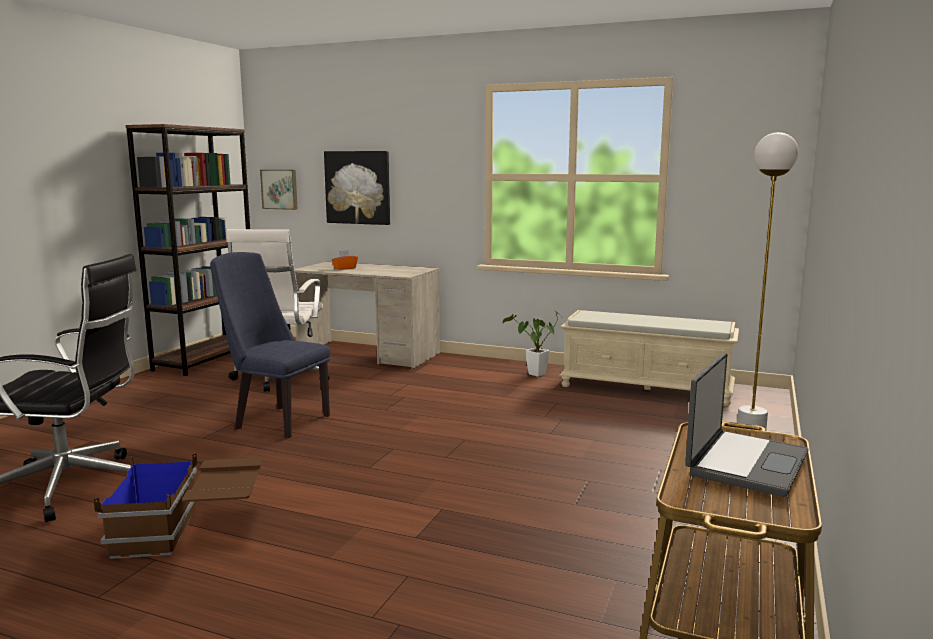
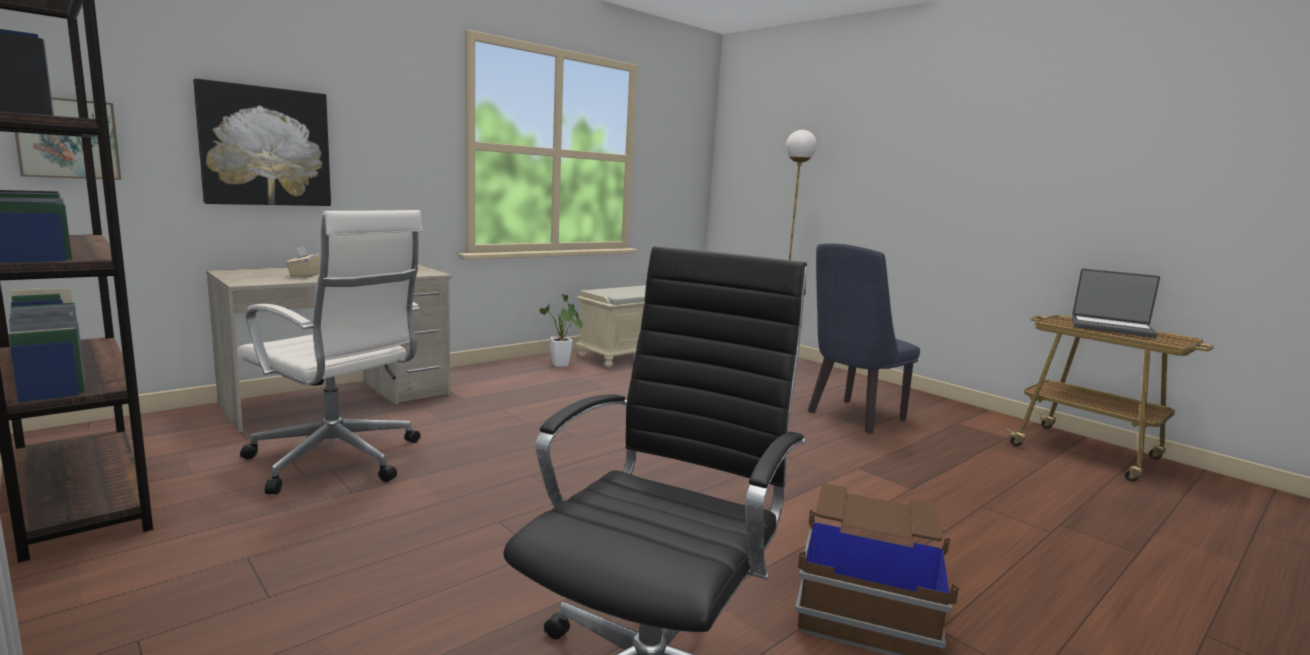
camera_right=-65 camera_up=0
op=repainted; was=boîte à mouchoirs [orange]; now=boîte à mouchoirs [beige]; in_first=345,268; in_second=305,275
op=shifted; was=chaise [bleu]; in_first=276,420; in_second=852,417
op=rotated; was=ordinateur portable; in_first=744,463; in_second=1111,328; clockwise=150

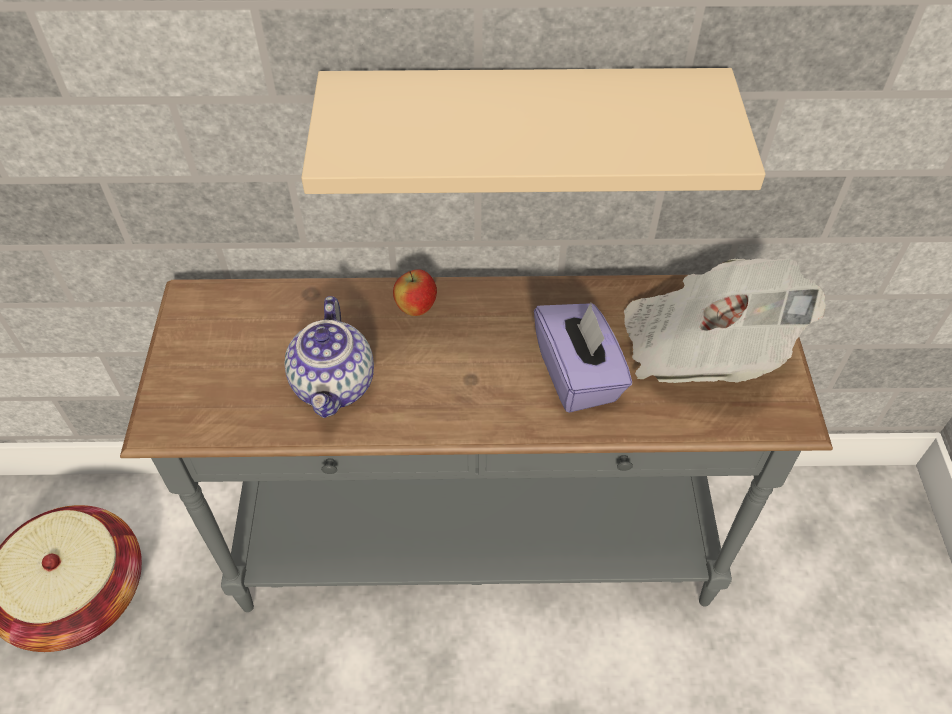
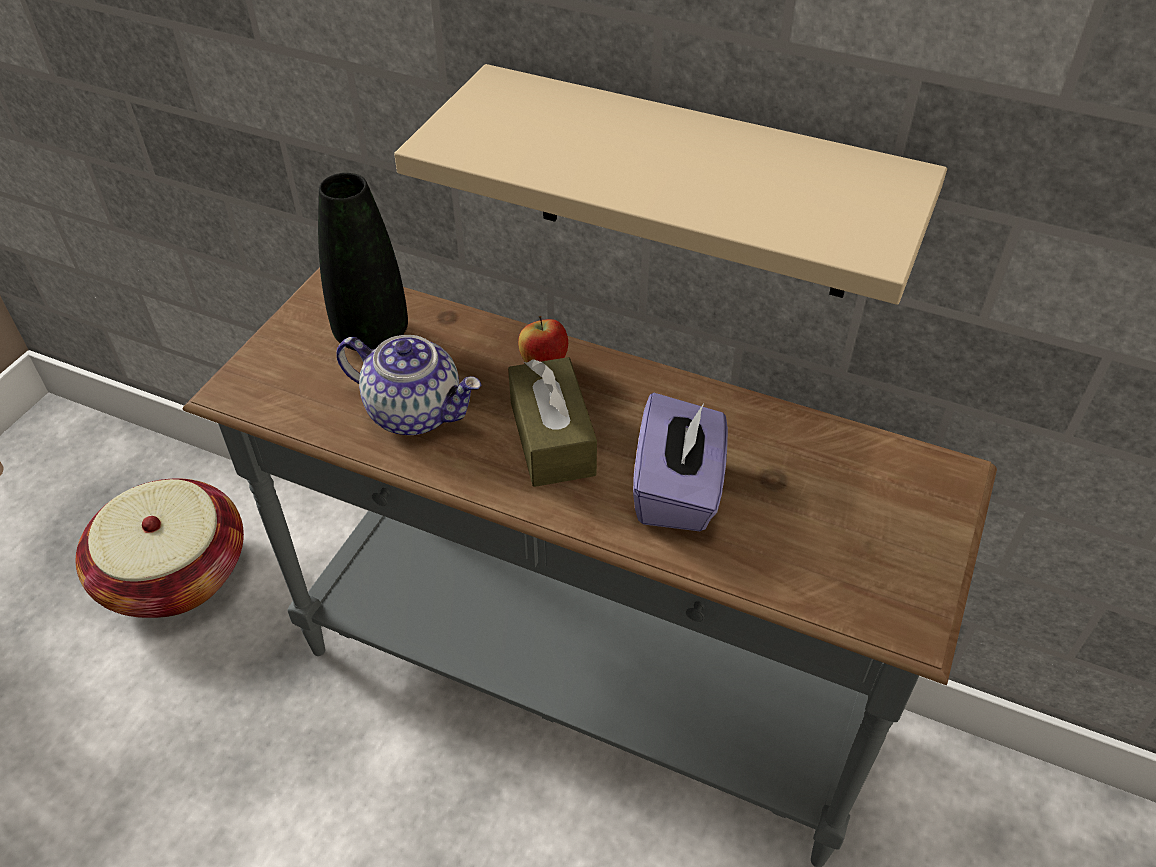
camera_right=25 camera_up=-5
op=new; now=vase [noir]; in_second=372,335
op=rotated; was=théière; in_first=335,385; in_second=416,411; clockwise=-90
op=new; now=boîte à mouchoirs [marron]; in_second=552,438
op=gone; was=journal; in_first=703,348

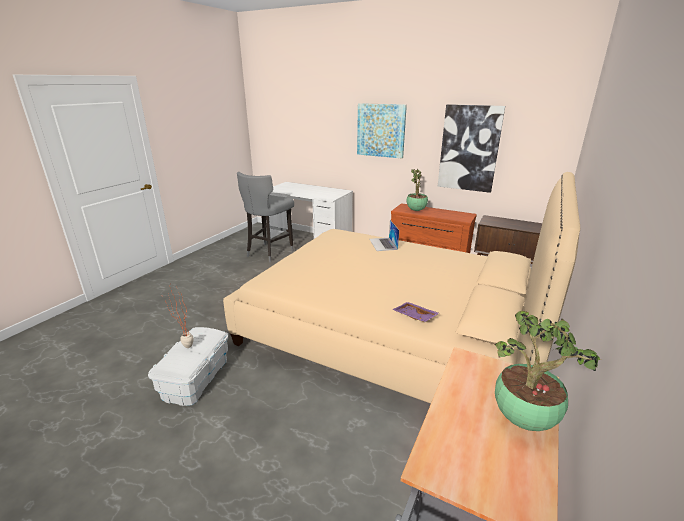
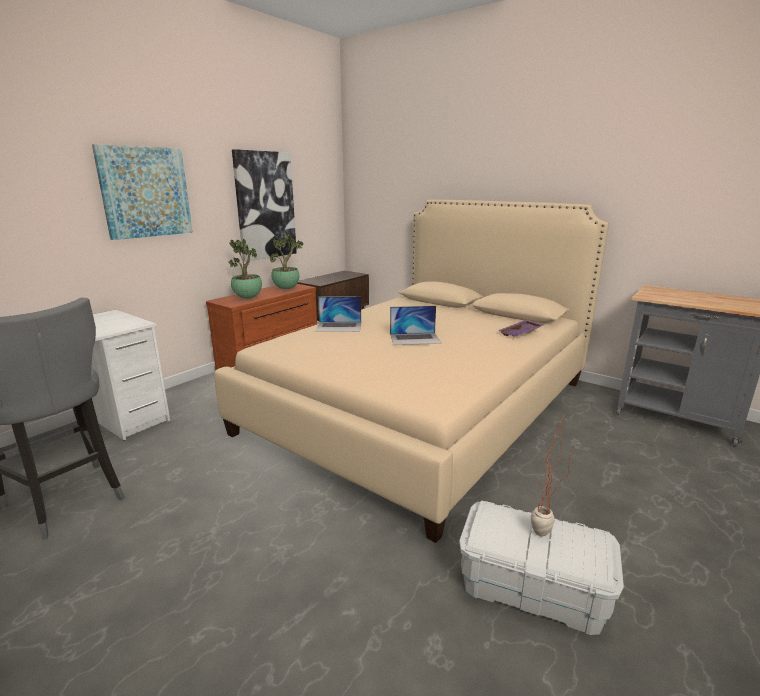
camera_right=-80 camera_up=-5
op=shifted; was=plante en pot; in_first=525,420; in_second=287,288
op=new; now=ordinateur portable; in_second=415,339

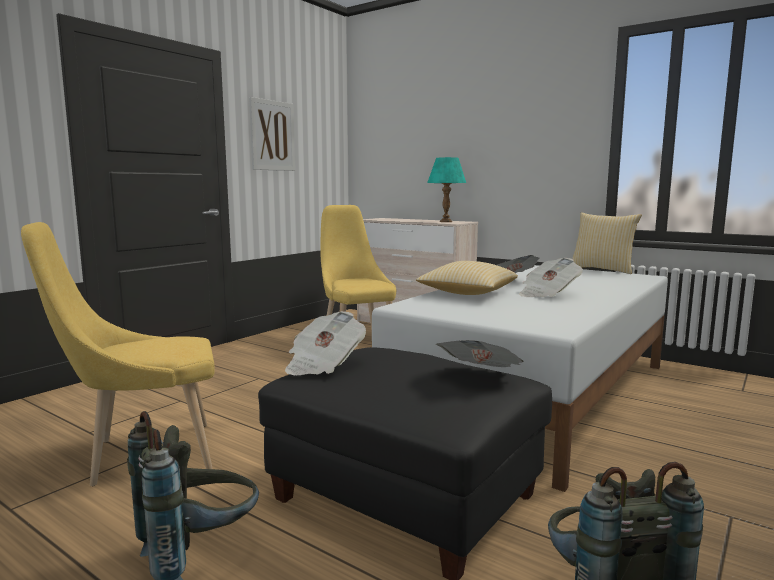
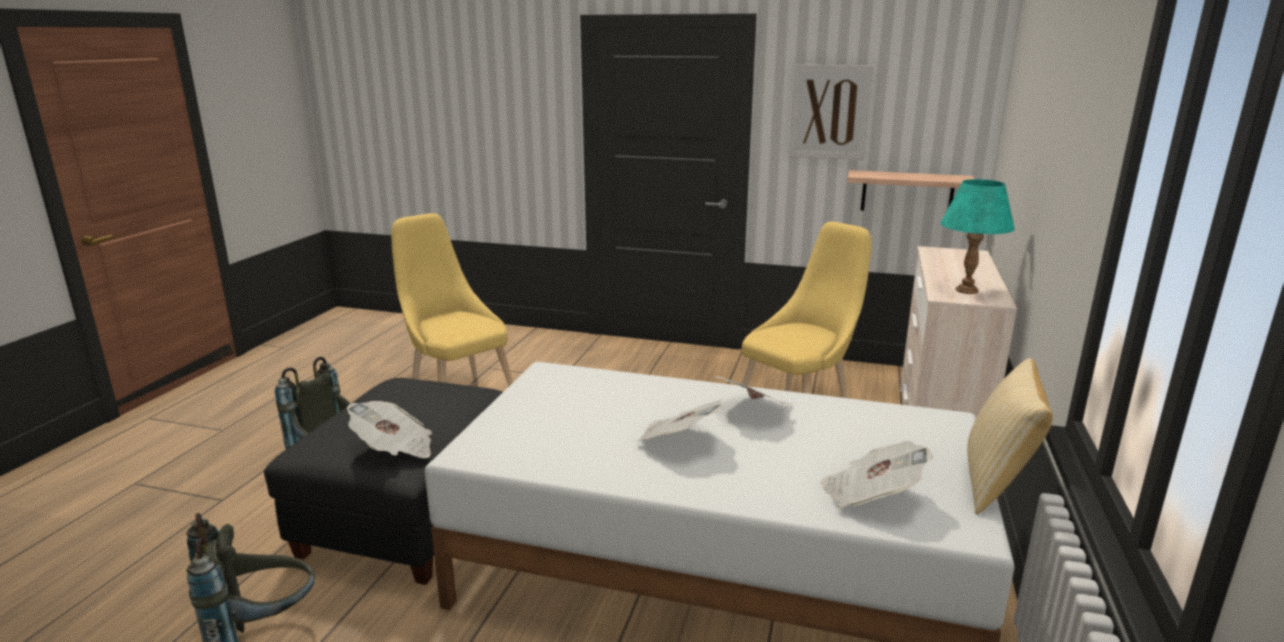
camera_right=70 camera_up=10
op=shifted; was=journal; in_first=323,365; in_second=870,496
op=new; now=étagère; in_second=907,193
op=gone; was=coussin; in_first=467,294

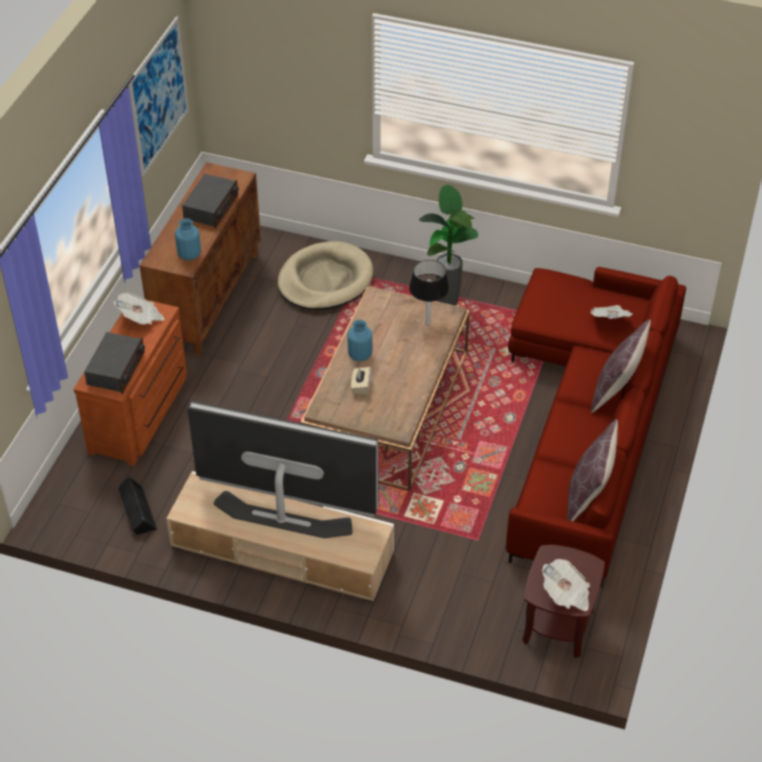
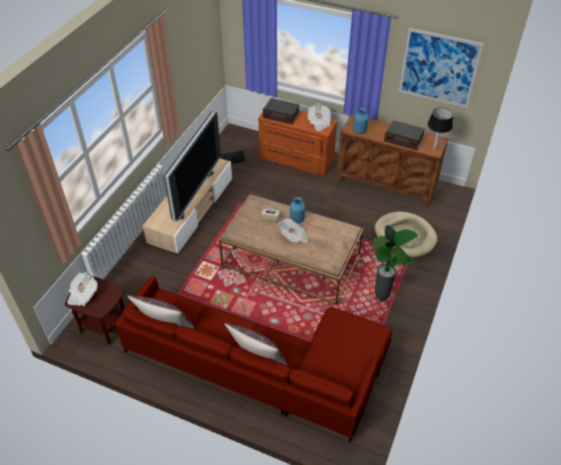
camera_right=95 camera_up=0
op=shifted; was=journal; in_first=610,320; in_second=293,237
op=shifted; was=lampe de table [noir]; in_first=427,322; in_second=434,148

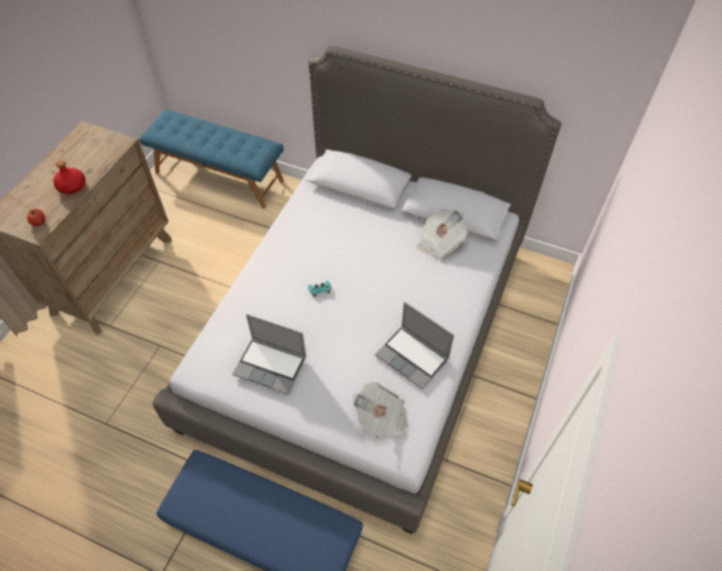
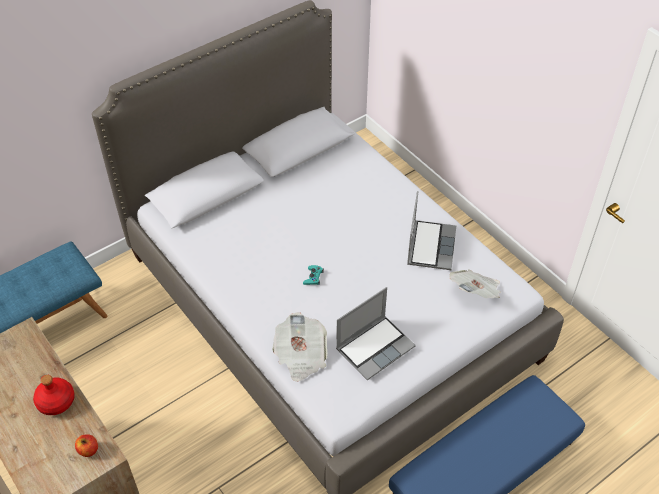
camera_right=-60 camera_up=-5
op=shifted; was=journal; in_first=439,242; in_second=300,356
op=rotated; was=ordinateur portable; in_first=413,357; in_second=430,245; clockwise=-60

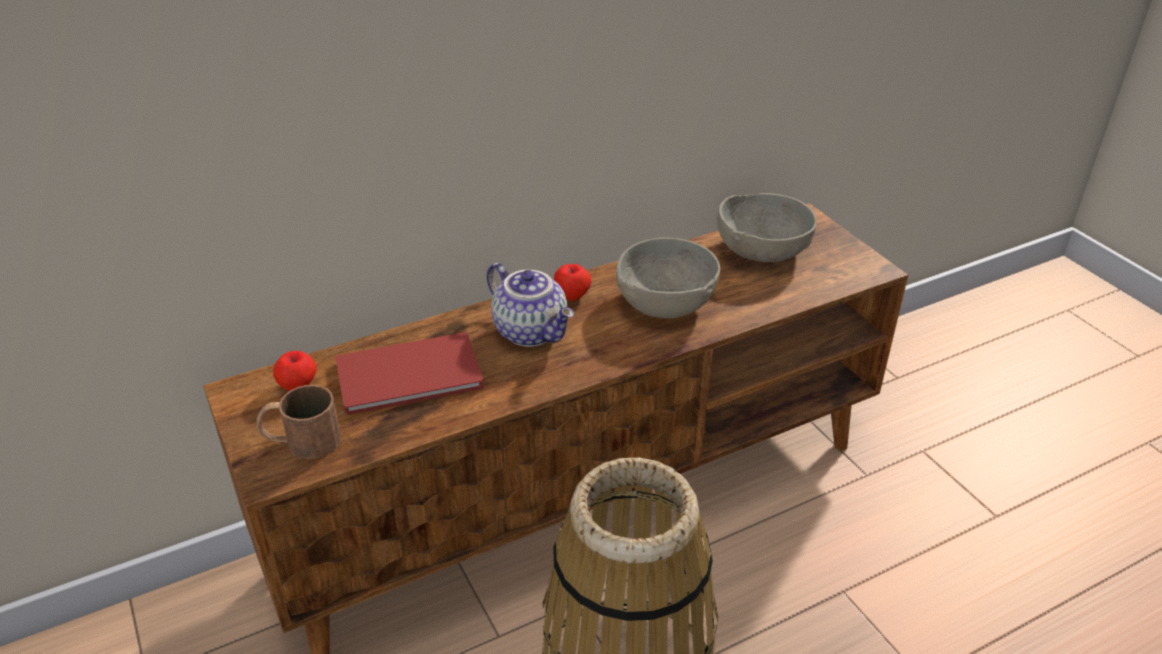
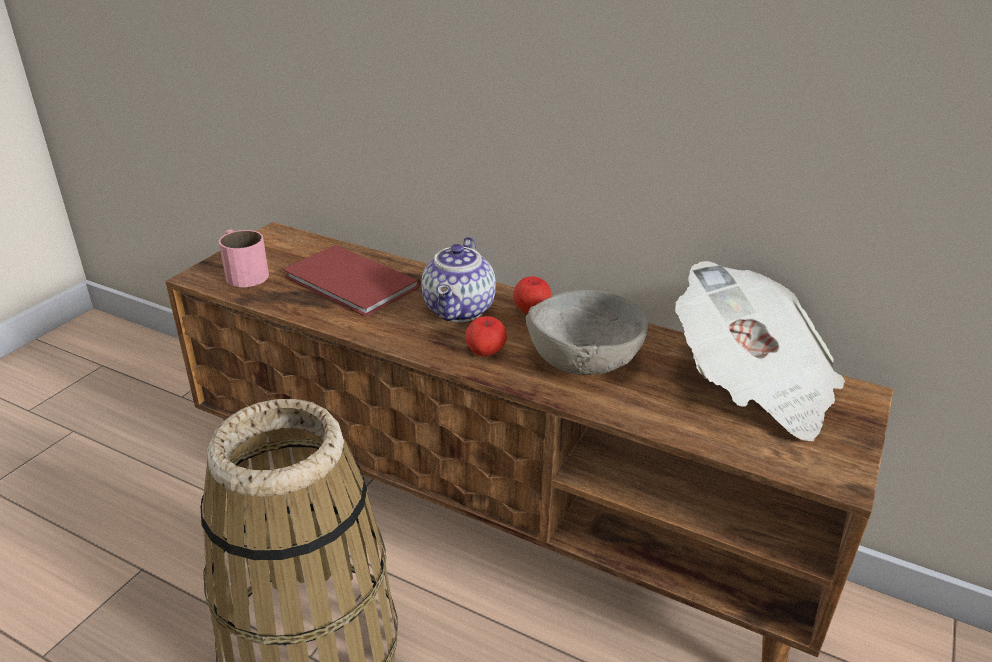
camera_right=55 camera_up=-5
op=repainted; was=mug [marron]; now=mug [rose]; in_first=301,441; in_second=242,272
op=shifted; was=pomme; in_first=298,386; in_second=485,353
op=swapped; was=bol [gris]; now=journal; in_first=762,250; in_second=752,386

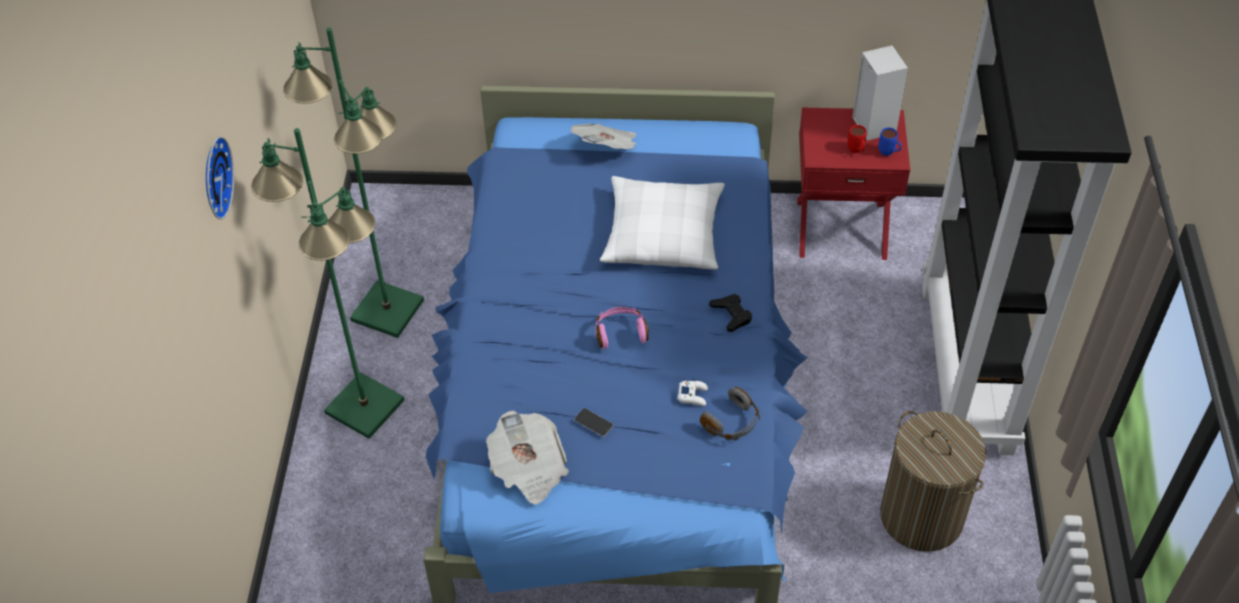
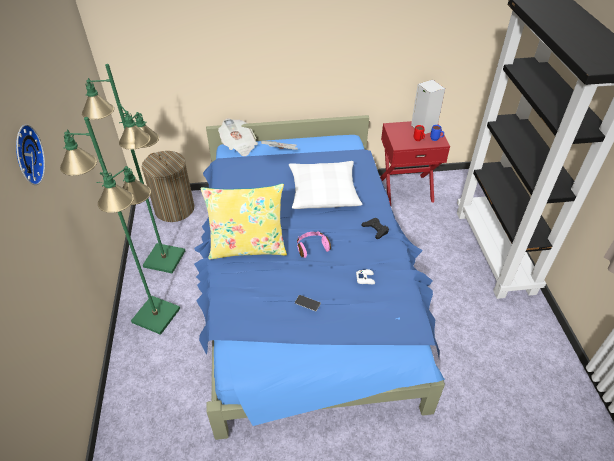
camera_right=-10 camera_up=-5
op=shifted; was=panier à linge; in_first=922,516; in_second=175,209
op=new; now=coussin [jaune]; in_second=248,247
op=shifted; was=journal; in_first=529,469; in_second=239,145
op=gone; was=casque audio [gris]; in_first=732,423

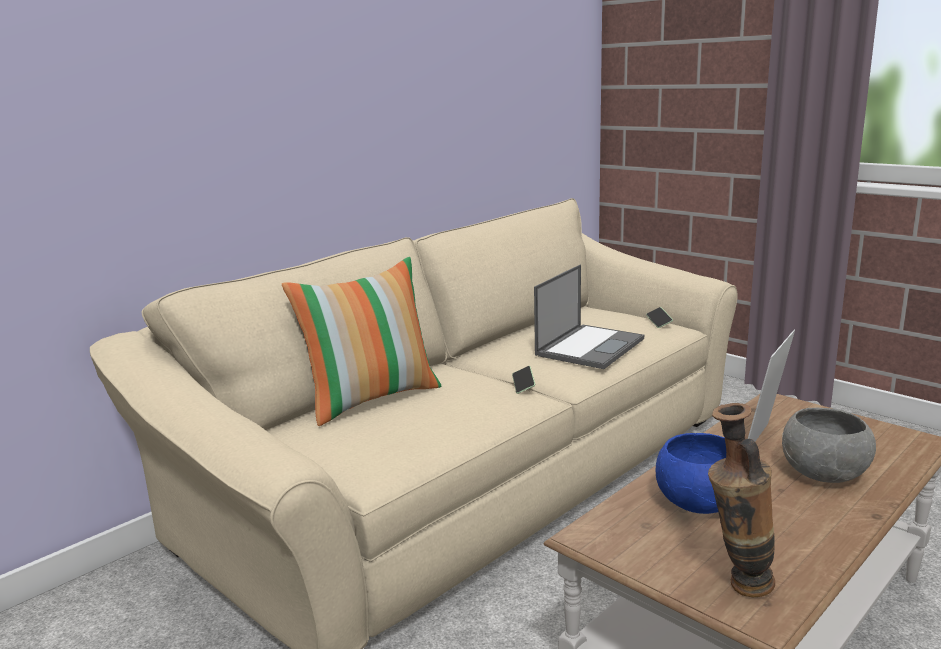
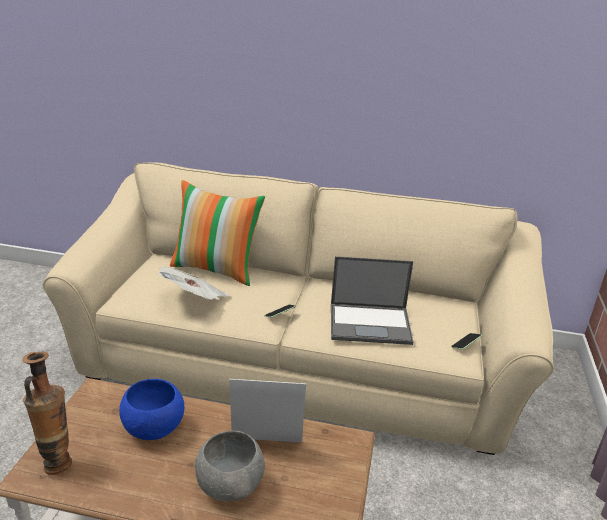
camera_right=55 camera_up=10
op=new; now=journal; in_second=195,299

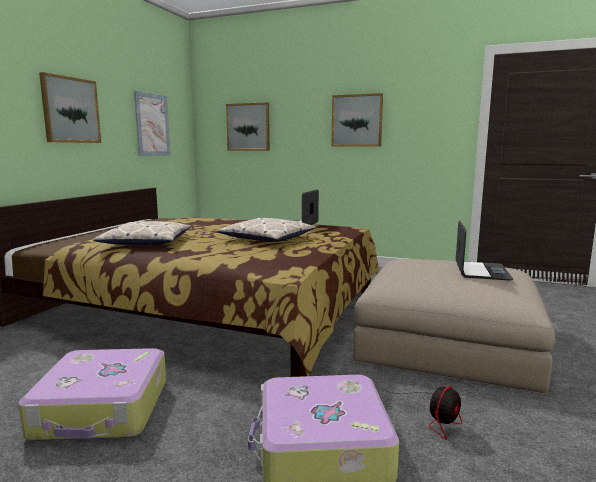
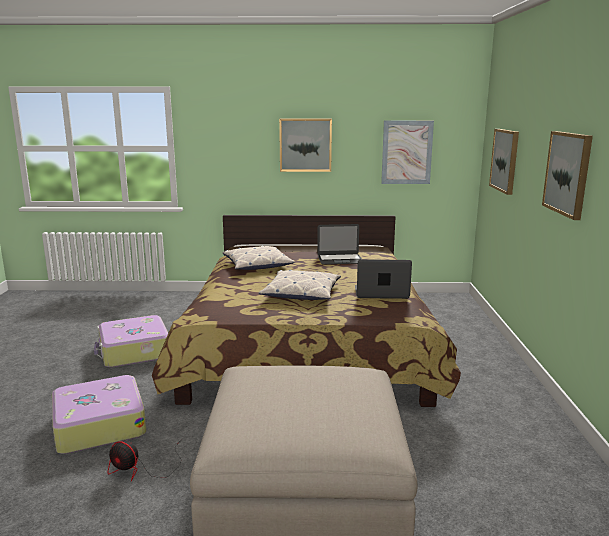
camera_right=70 camera_up=5
op=shifted; was=ordinateur portable; in_first=481,271; in_second=340,259

